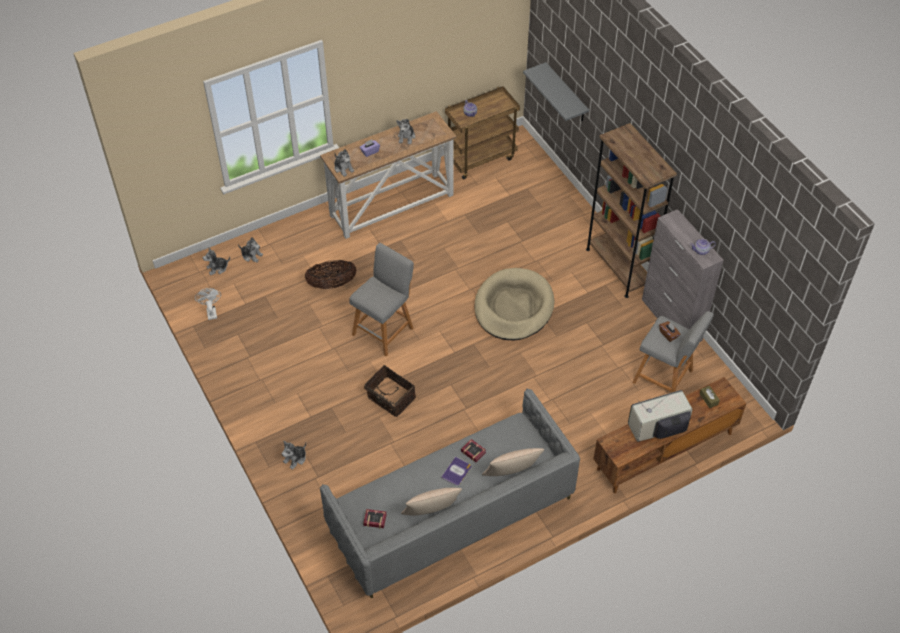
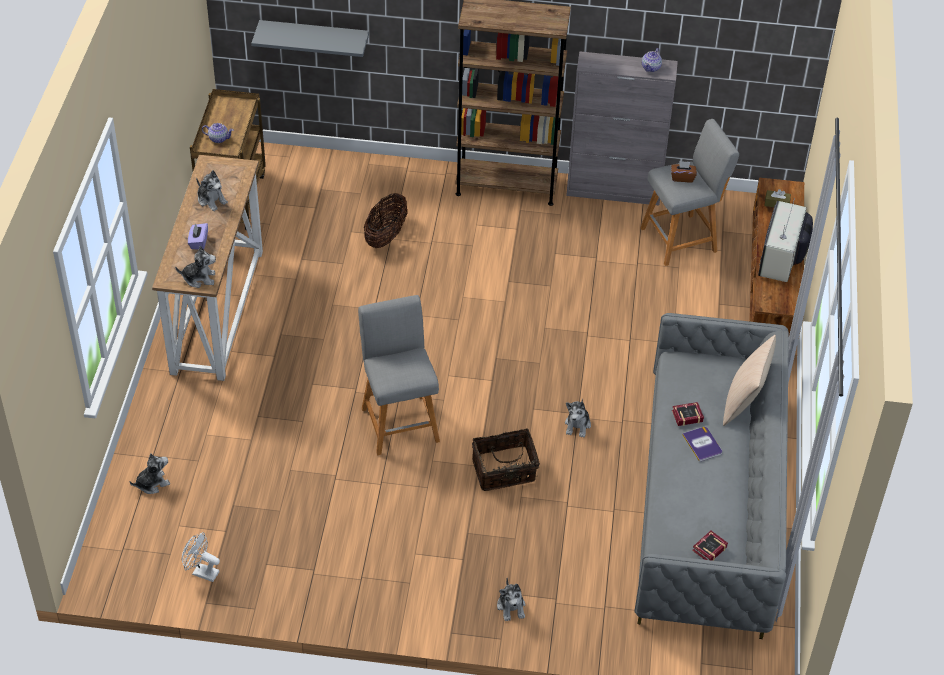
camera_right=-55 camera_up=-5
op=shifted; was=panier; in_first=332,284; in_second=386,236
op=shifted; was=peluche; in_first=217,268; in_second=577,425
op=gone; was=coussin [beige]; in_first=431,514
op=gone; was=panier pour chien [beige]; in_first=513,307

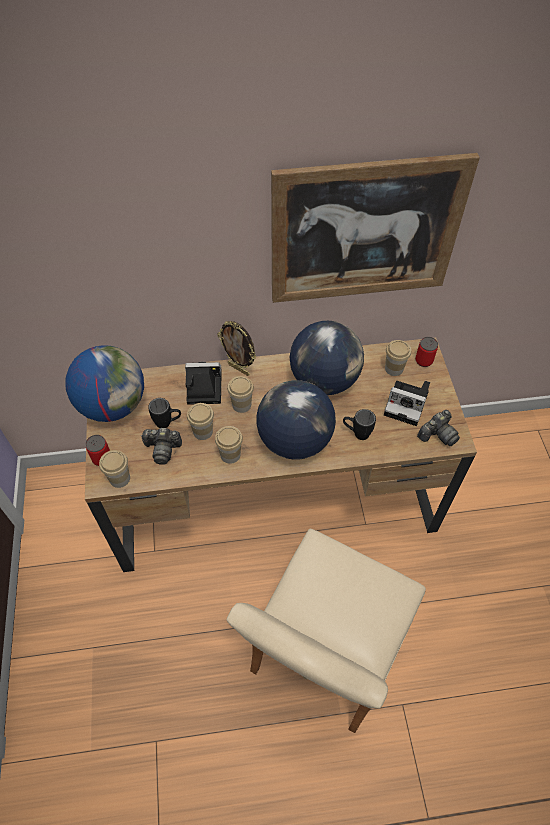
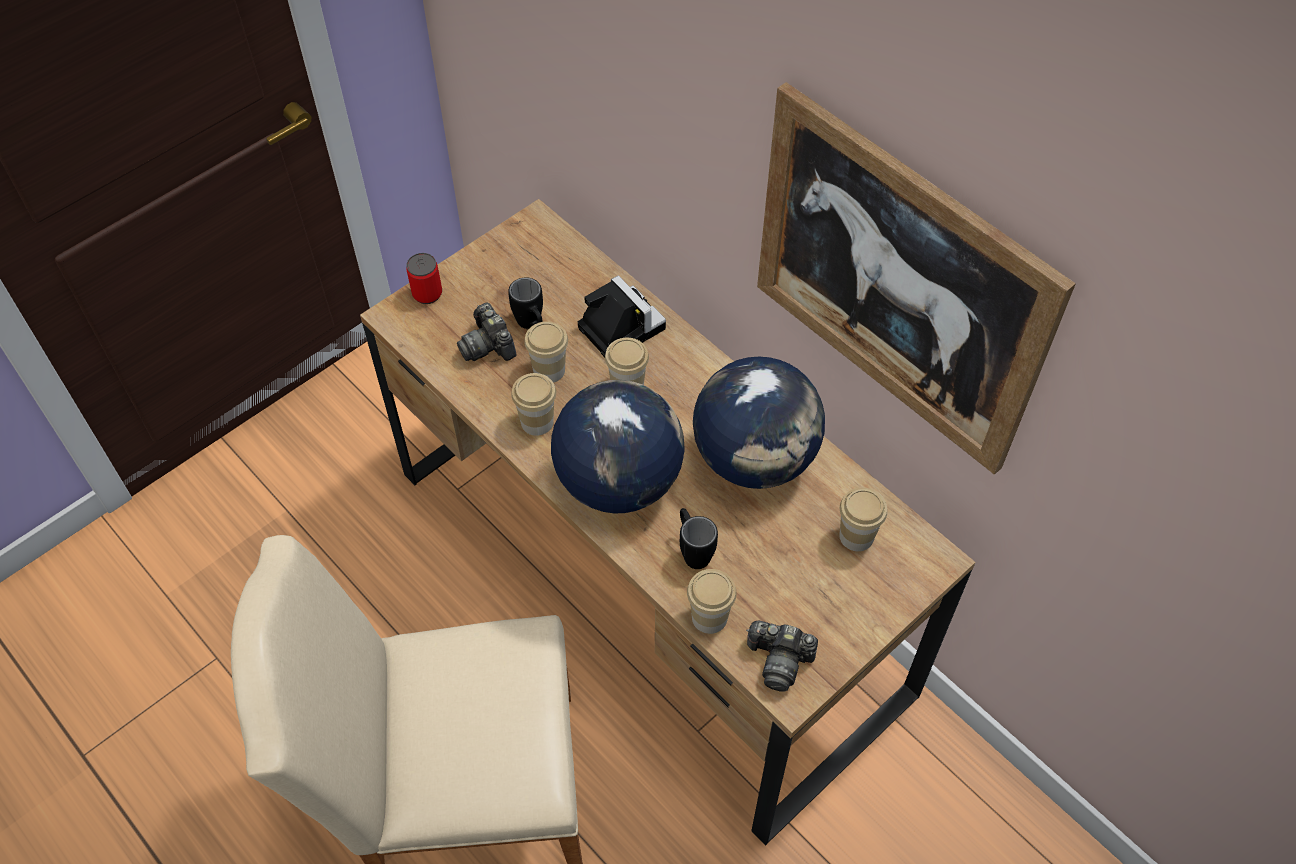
camera_right=55 camera_up=0
op=shifted; was=tasse; in_first=119,478; in_second=709,617
op=gone; was=globe; in_first=113,405
op=gone; was=cadre photo; in_first=239,369
op=gone; was=appareil photo; in_first=408,404
op=gone; was=boîte métallique; in_first=424,360

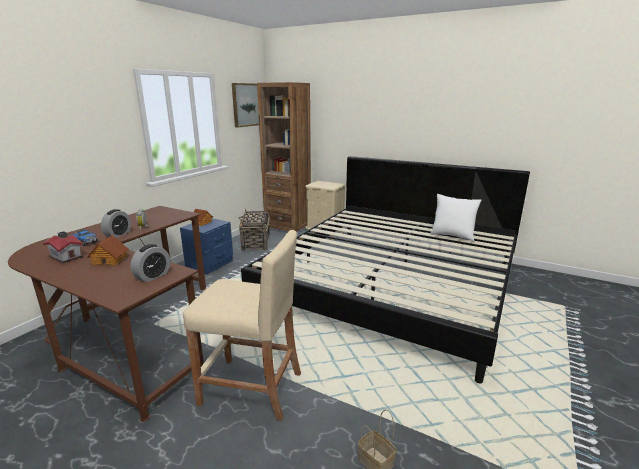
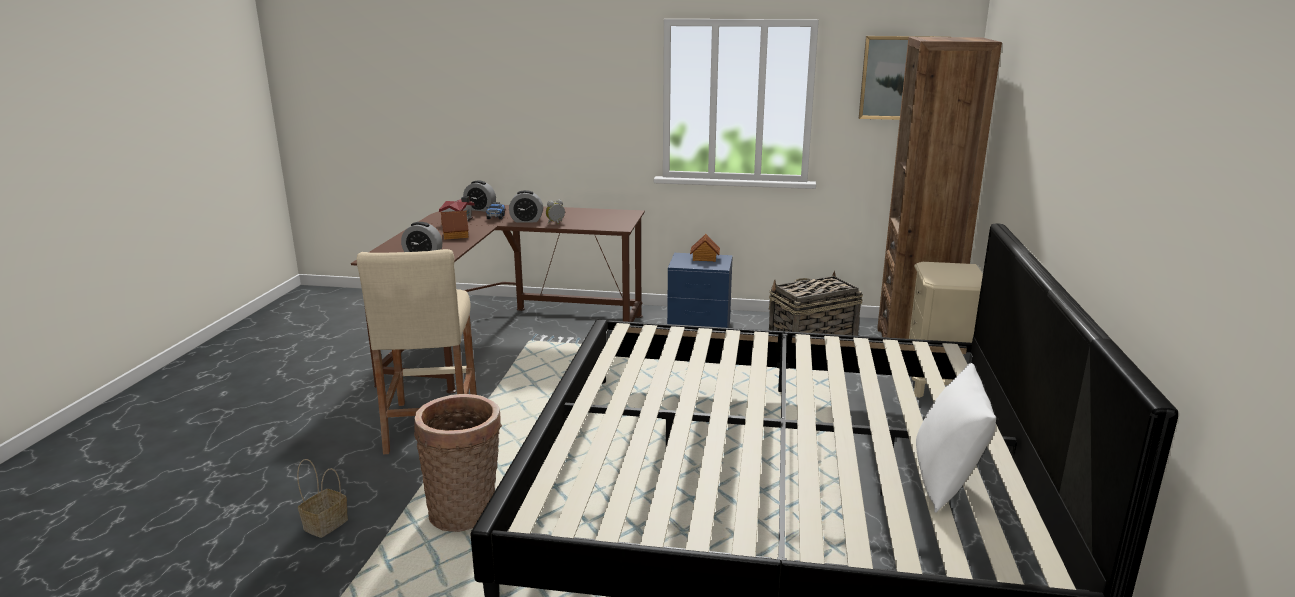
camera_right=70 camera_up=0
op=new; now=panier; in_second=466,512
op=new; now=réveil; in_second=480,209

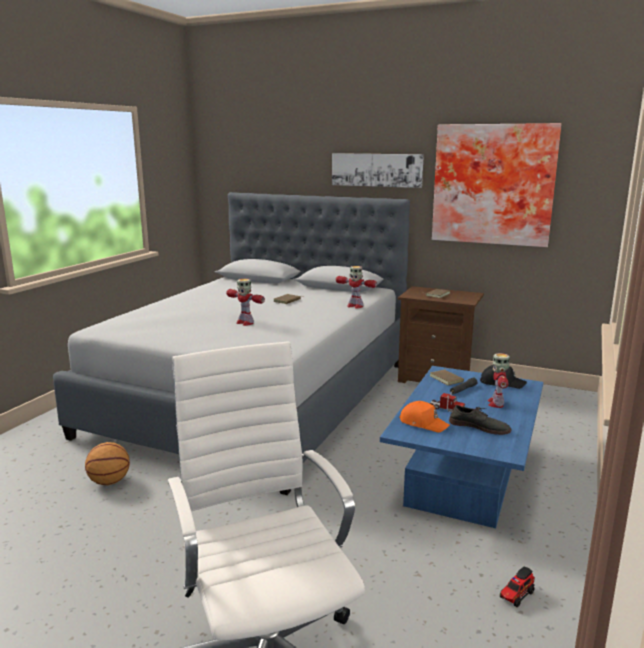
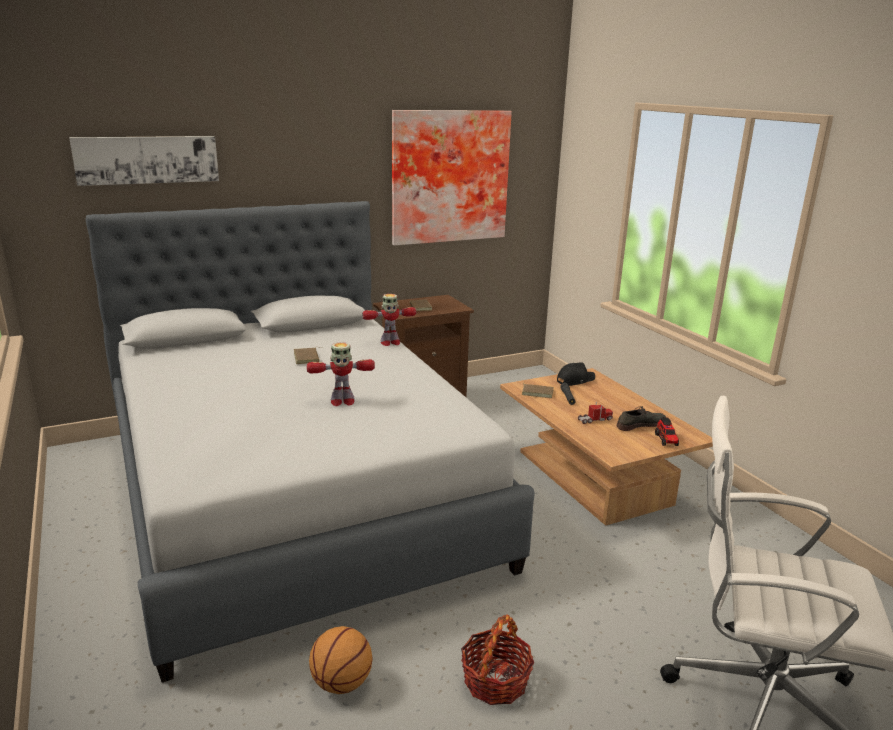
camera_right=-50 camera_up=5
op=shifted; was=tableau; in_first=376,170; in_second=147,159
op=new; now=panier; in_second=495,681
op=repainted; was=table basse [bleu]; now=table basse [marron]; in_first=464,475; in_second=592,477
op=shifted; was=camion jouet; in_first=516,595; in_second=666,440
op=gone; was=casquette [orange]; in_first=423,423
op=gone; was=robot jouet; in_first=496,403

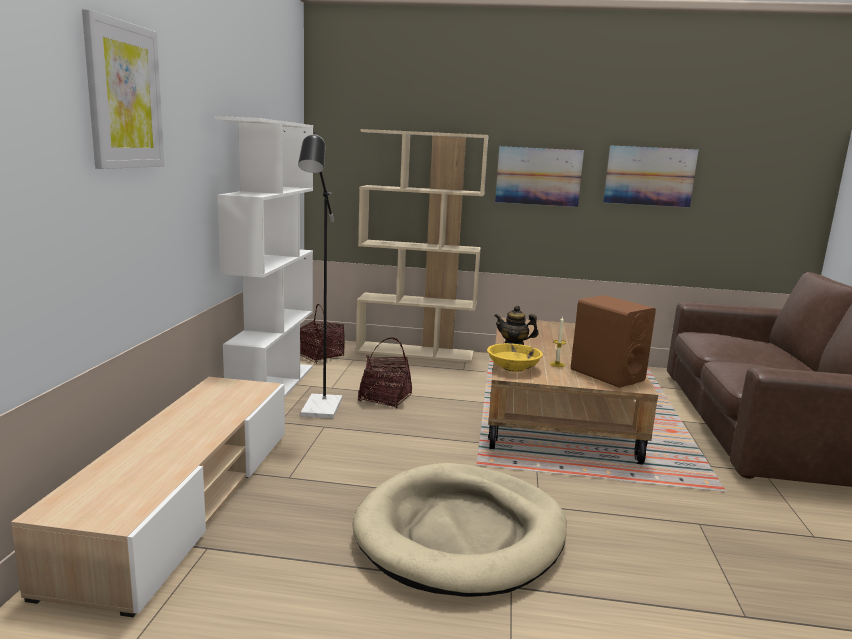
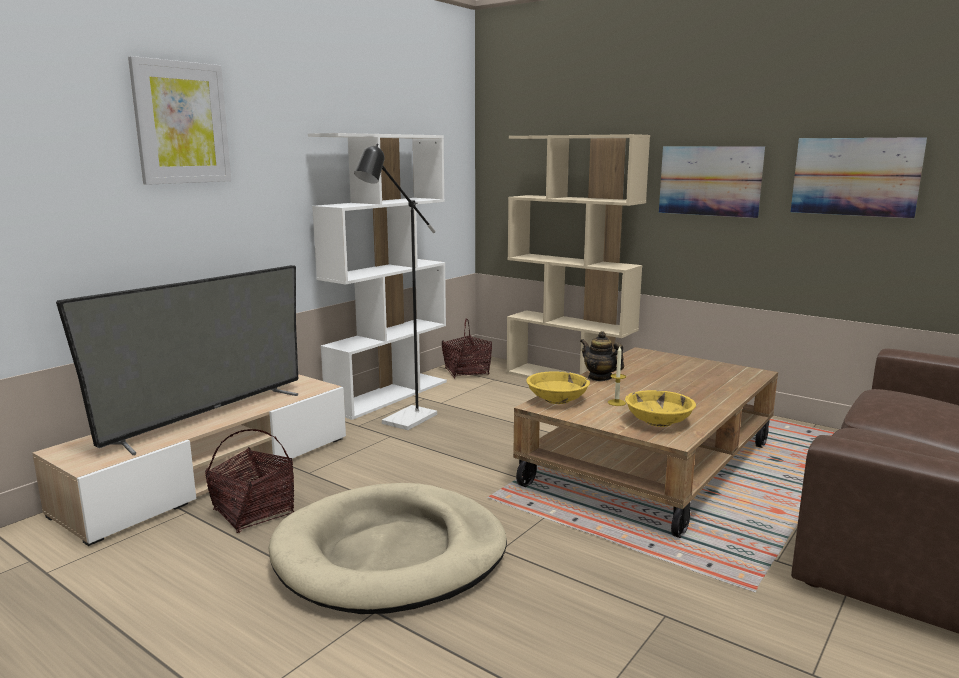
camera_right=30 camera_up=0
op=new; now=téléviseur; in_second=209,417
op=shifted; was=panier; in_first=385,398; in_second=253,512
op=swapped; was=enceinte [marron]; now=bol [jaune]; in_first=606,375; in_second=658,421

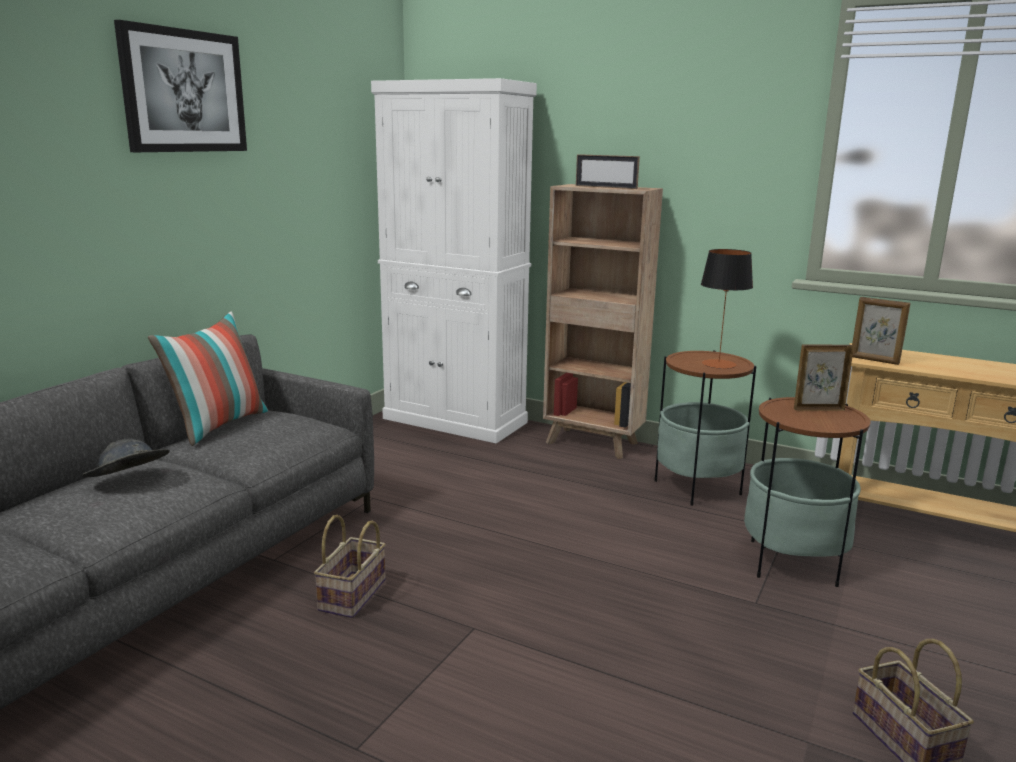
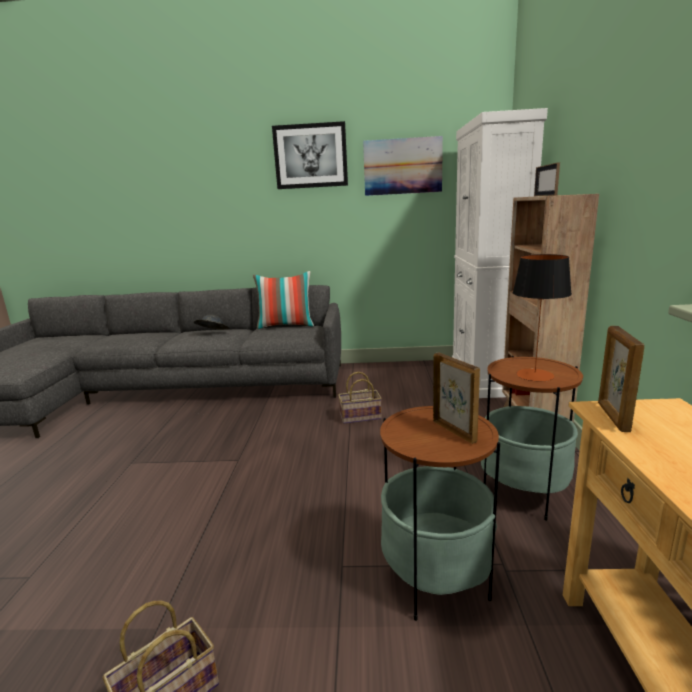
camera_right=65 camera_up=0
op=shifted; was=panier; in_first=353,596; in_second=359,417
op=new; now=tableau; in_second=402,166

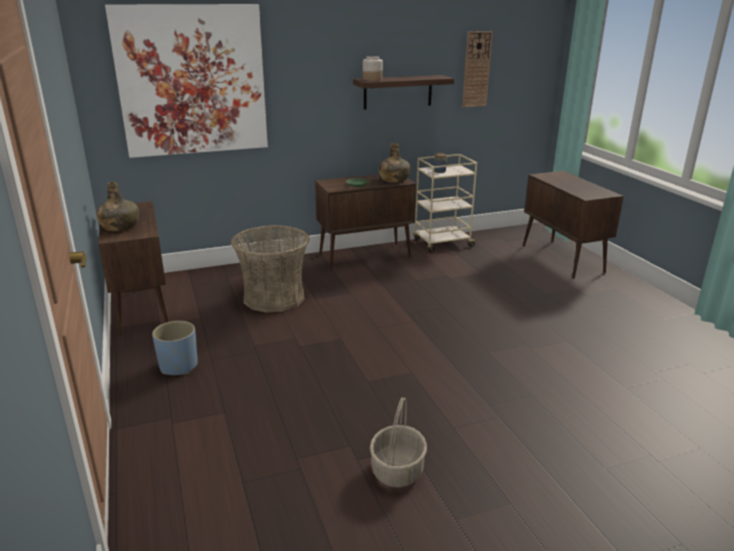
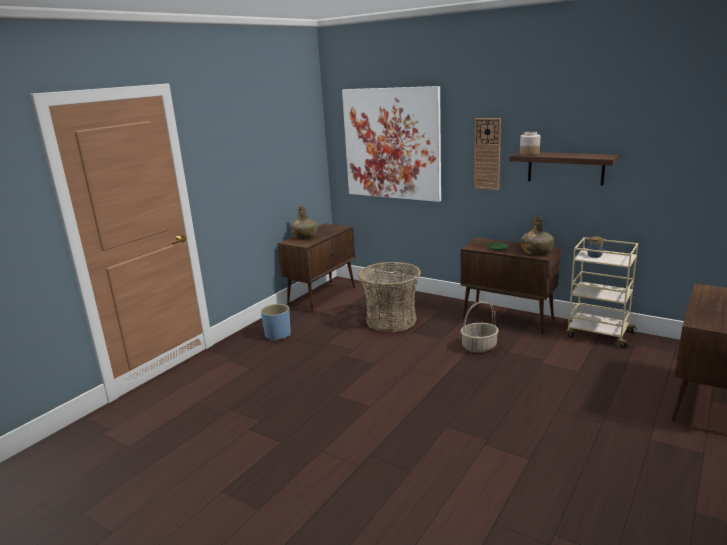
camera_right=55 camera_up=-5
op=shifted; was=panier; in_first=397,470; in_second=479,346
op=shifted; was=horloge murale; in_first=476,69; in_second=487,154

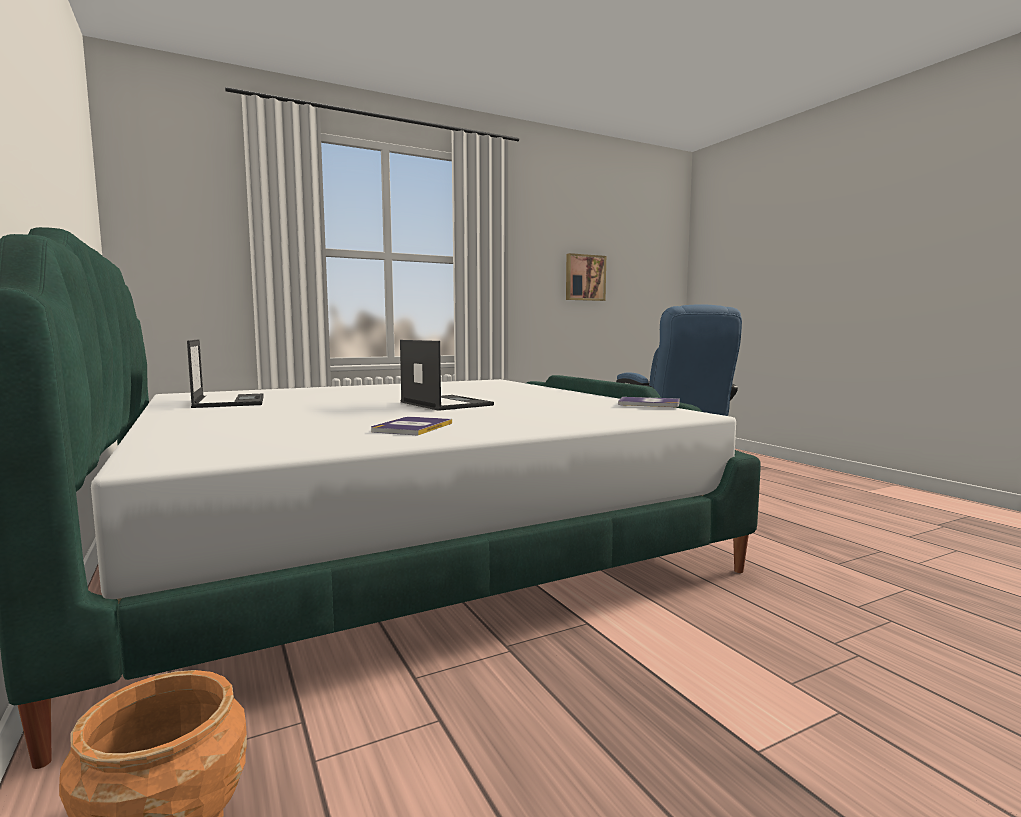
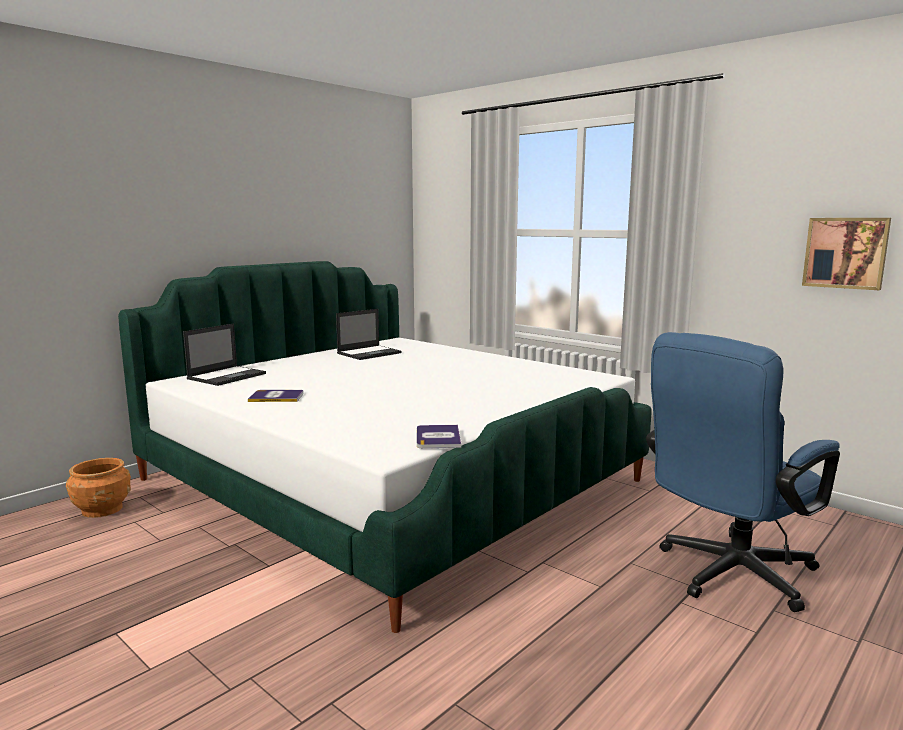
camera_right=70 camera_up=5
op=shifted; was=ordinateur portable; in_first=445,403; in_second=227,376

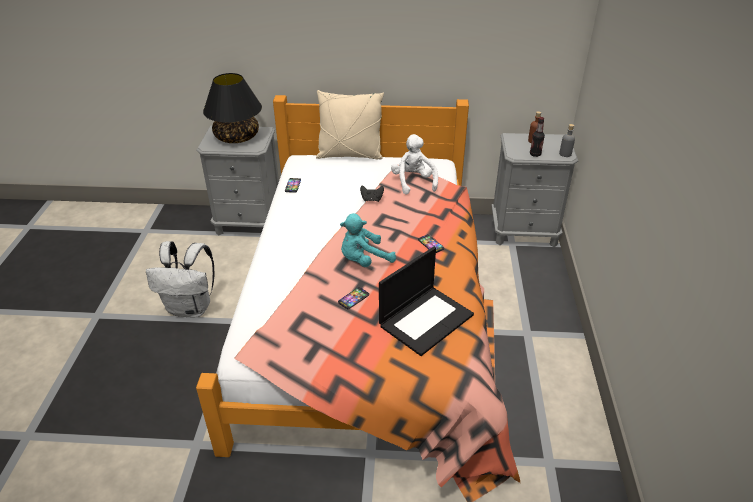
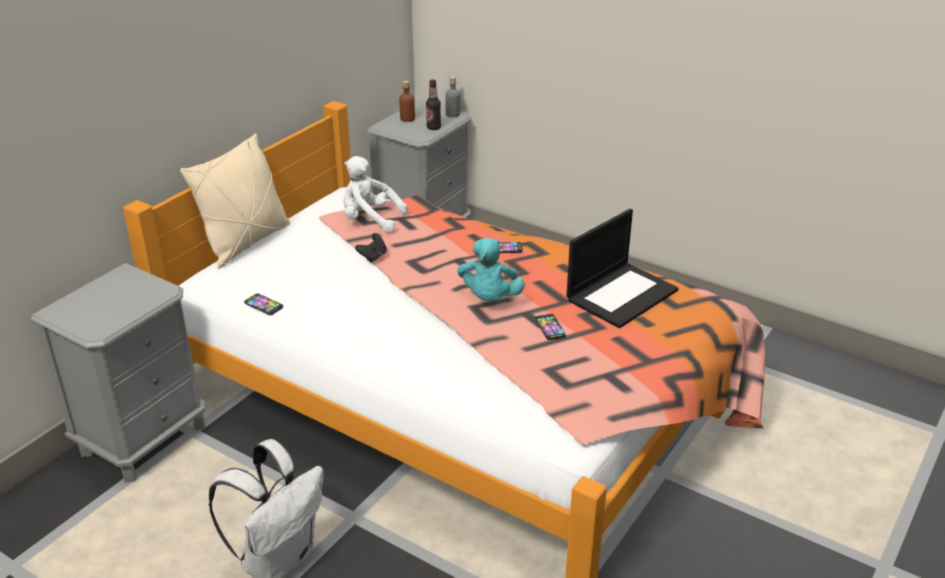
camera_right=-60 camera_up=-5
op=rotated; was=ordinateur portable; in_first=426,319; in_second=621,294; clockwise=60
op=gone; was=lampe de table [noir]; in_first=237,137

